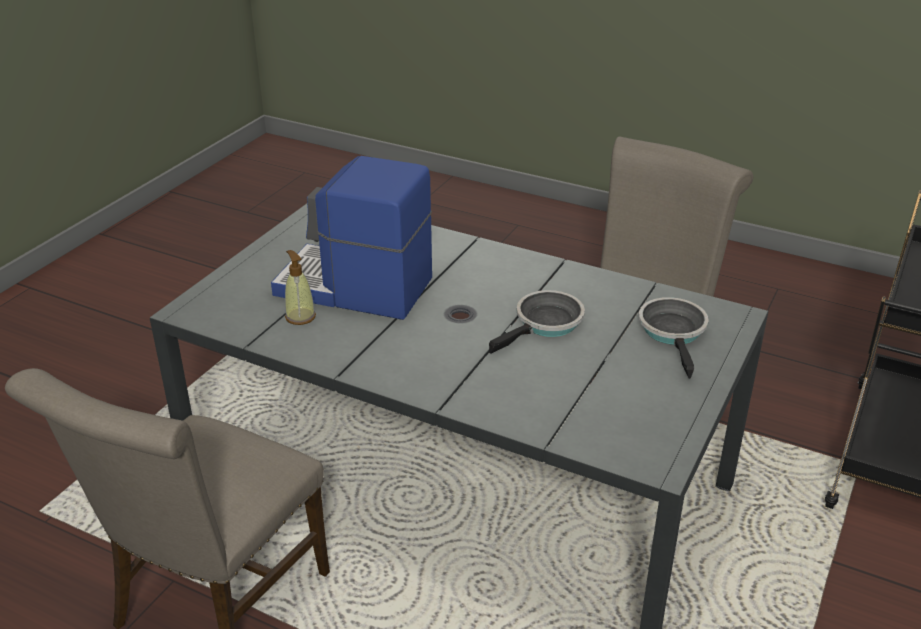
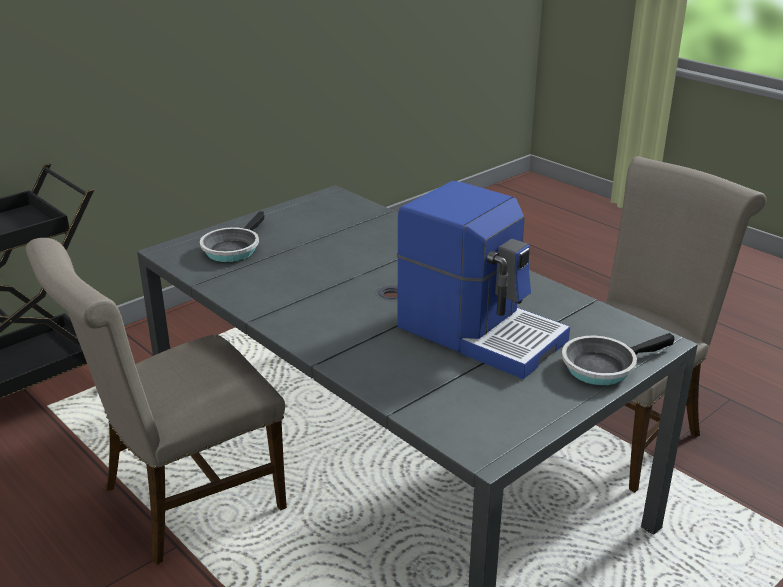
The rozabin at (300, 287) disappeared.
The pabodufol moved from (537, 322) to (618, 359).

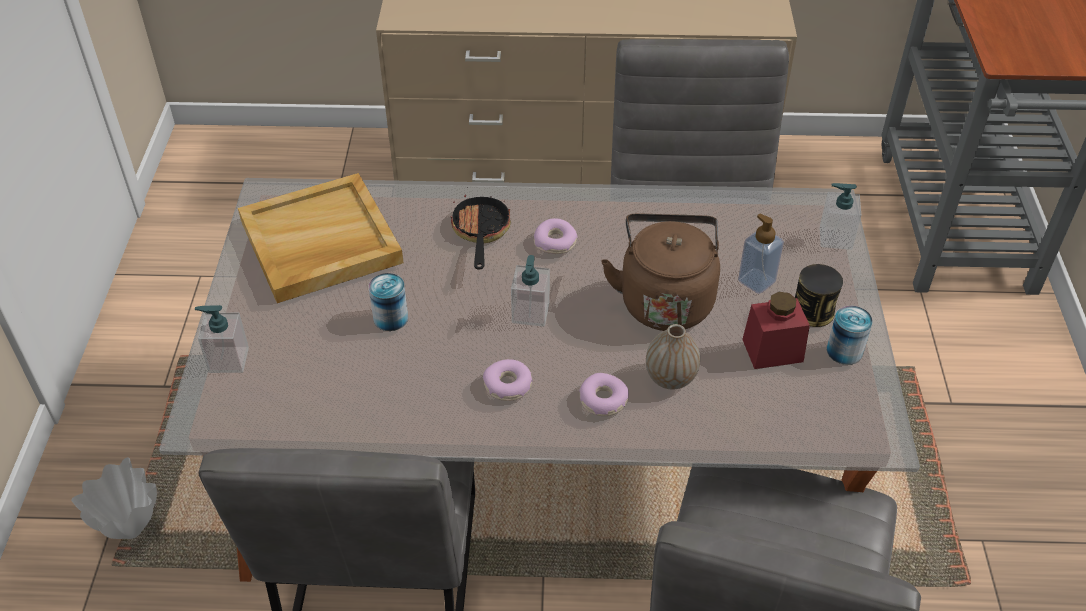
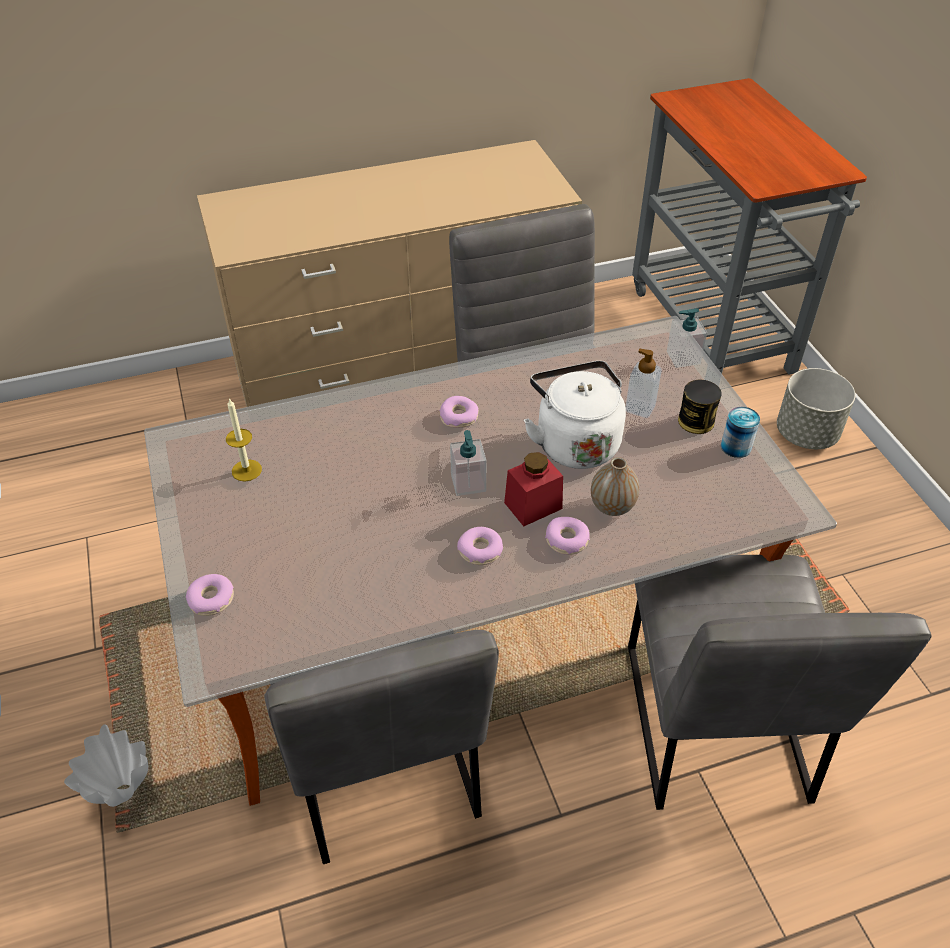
The rozabin at (222, 339) was replaced by the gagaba at (210, 595).
The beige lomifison at (321, 238) was replaced by the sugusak at (244, 440).
The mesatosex at (388, 302) disappeared.
The pabodufol at (480, 232) disappeared.
The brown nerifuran at (660, 272) became the white nerifuran at (575, 415).
The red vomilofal moved from (776, 330) to (533, 489).
The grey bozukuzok at (816, 408) appeared.

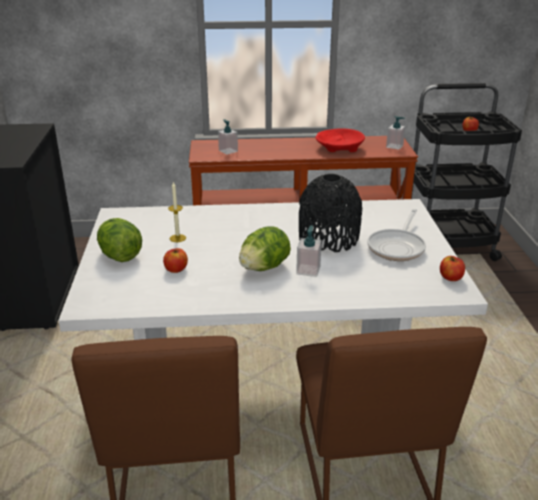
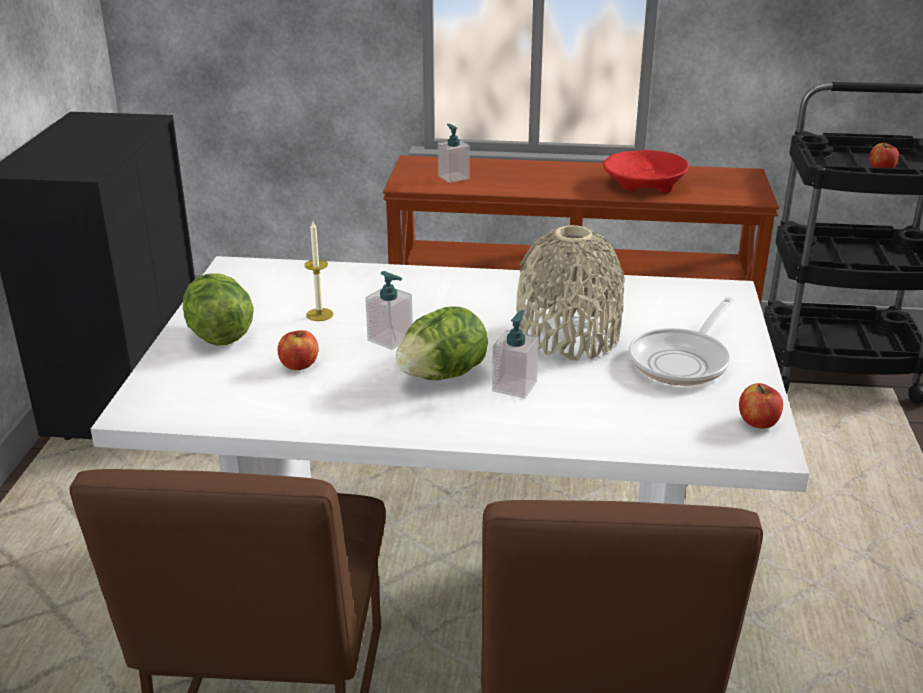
The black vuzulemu at (330, 213) became the beige vuzulemu at (570, 292).
The rozabin moved from (395, 133) to (389, 310).

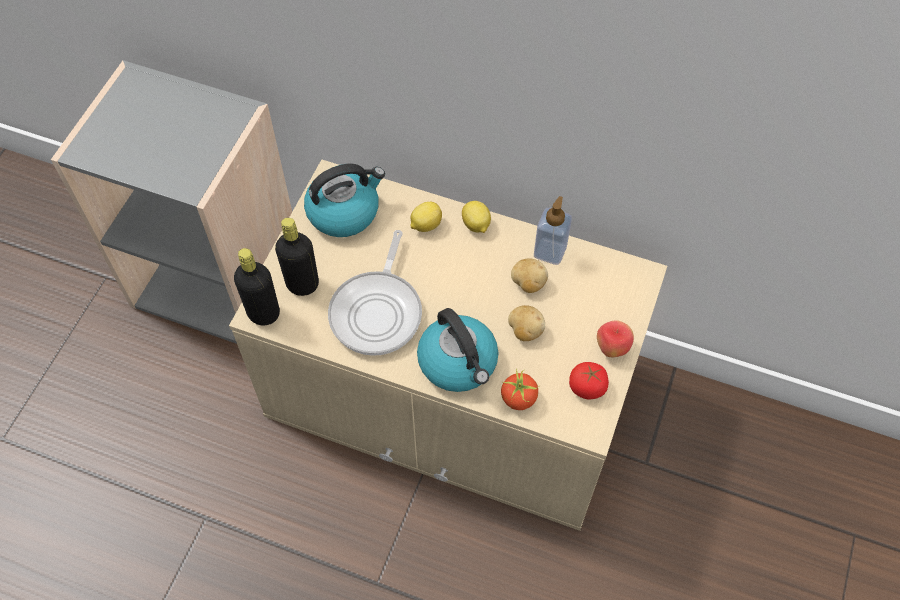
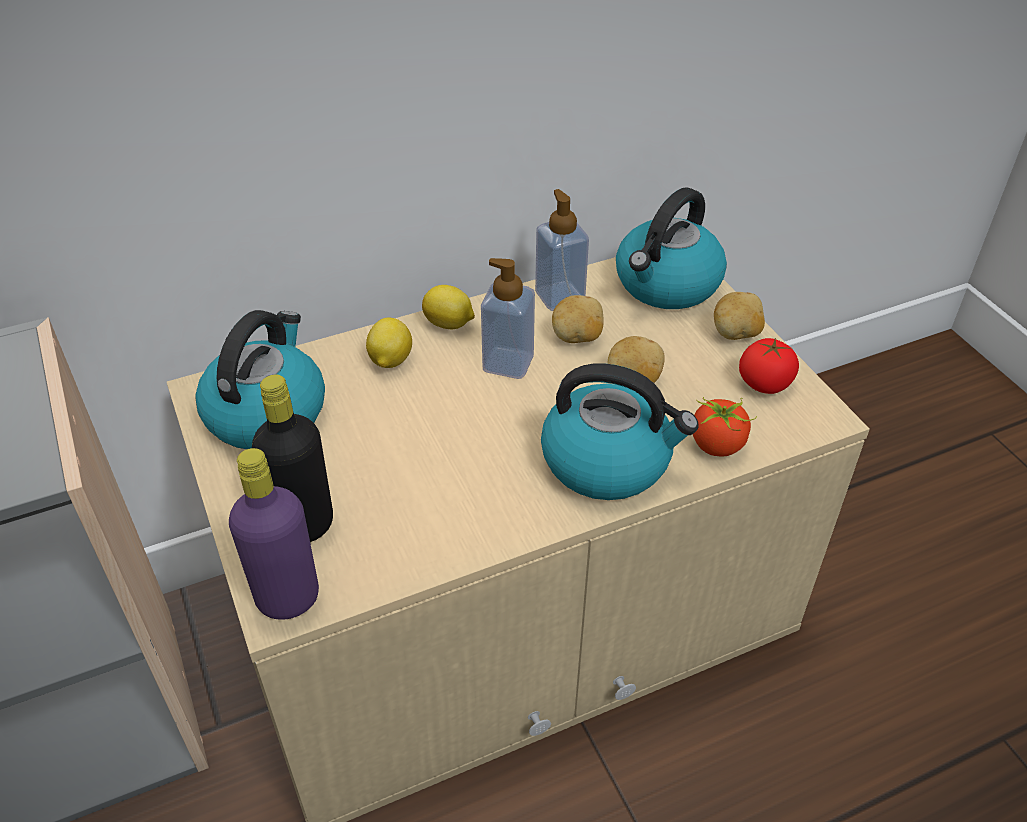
The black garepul at (257, 286) became the purple garepul at (274, 534).
The pabodufol at (375, 293) disappeared.
The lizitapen at (615, 338) was replaced by the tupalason at (739, 316).
The rozabin at (508, 318) appeared.
The nerifuran at (671, 248) appeared.

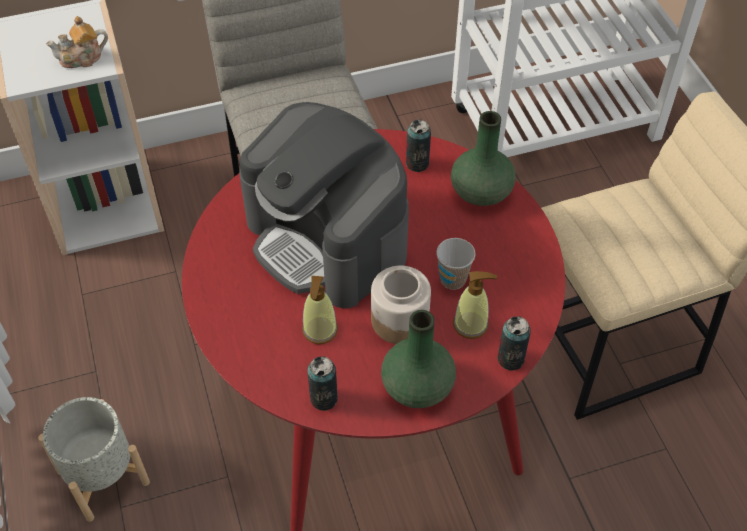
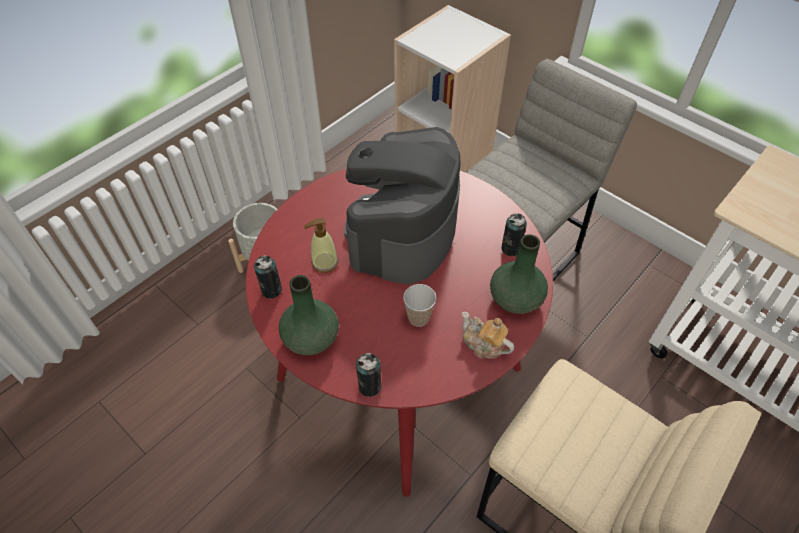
The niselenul moved from (77, 42) to (488, 335).
The vomilofal at (401, 305) disappeared.
The rozabin at (475, 305) disappeared.

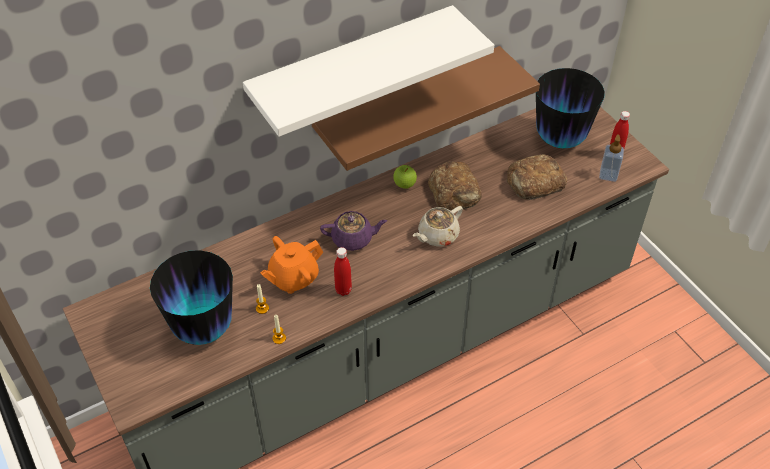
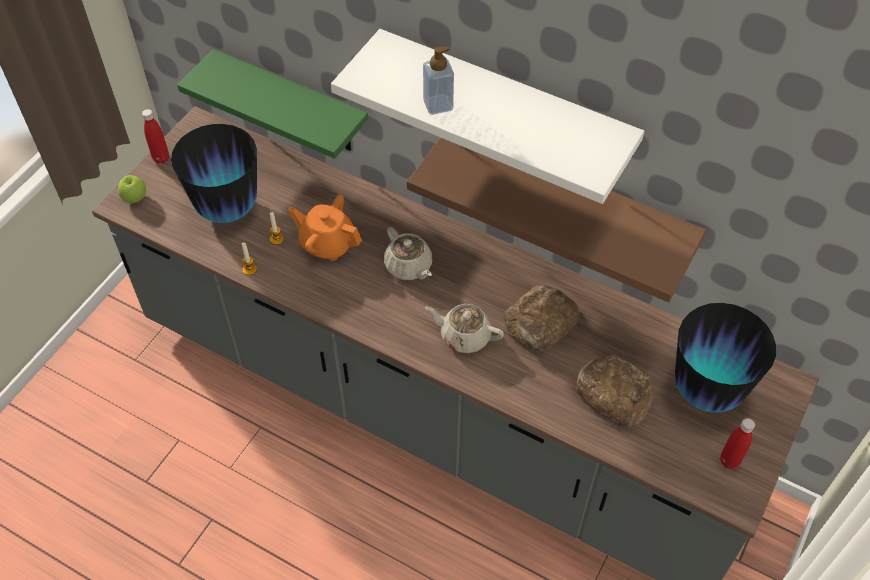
The purple niselenul at (353, 231) became the beige niselenul at (408, 253).
The red garepul moved from (343, 271) to (155, 136).
The lizitapen moved from (405, 177) to (132, 189).
The rozabin moved from (611, 158) to (438, 80).
The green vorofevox at (272, 104) appeared.

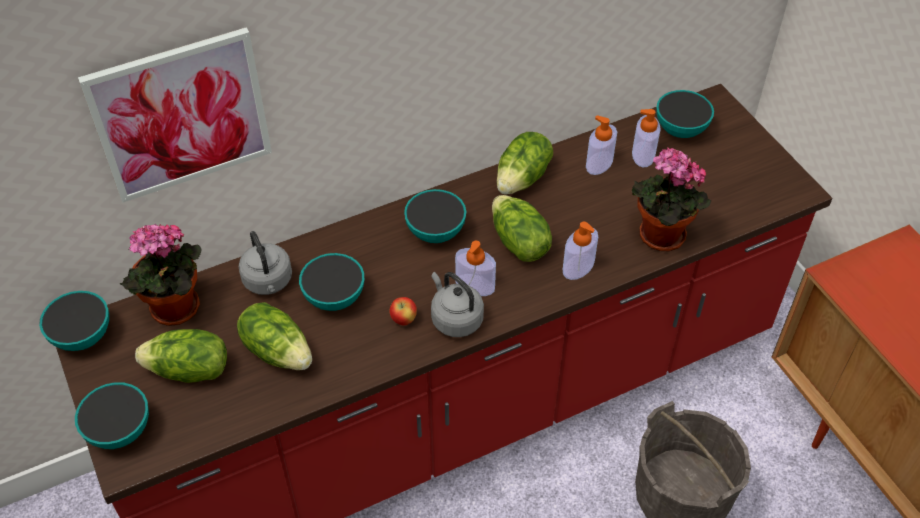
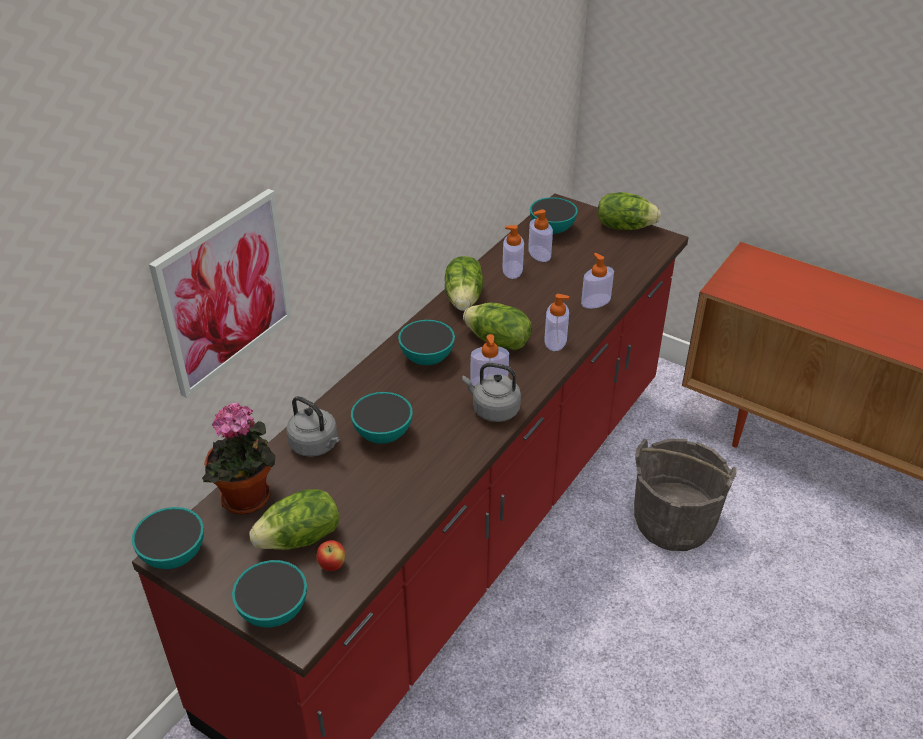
The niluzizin moved from (274, 336) to (629, 211).
The lizitapen moved from (403, 311) to (331, 555).
The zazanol at (672, 199) was replaced by the rozabin at (597, 281).

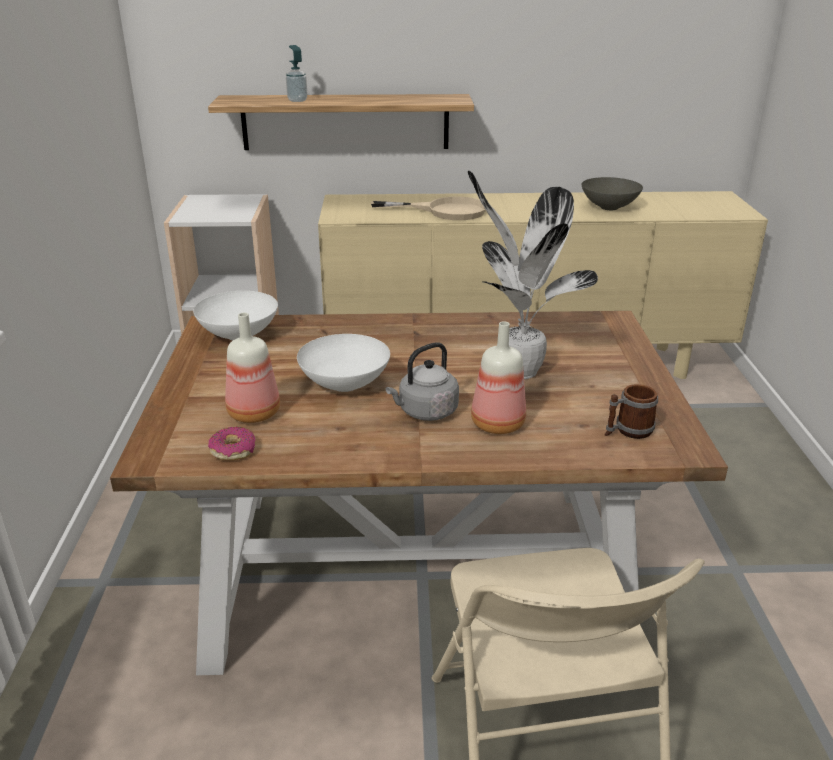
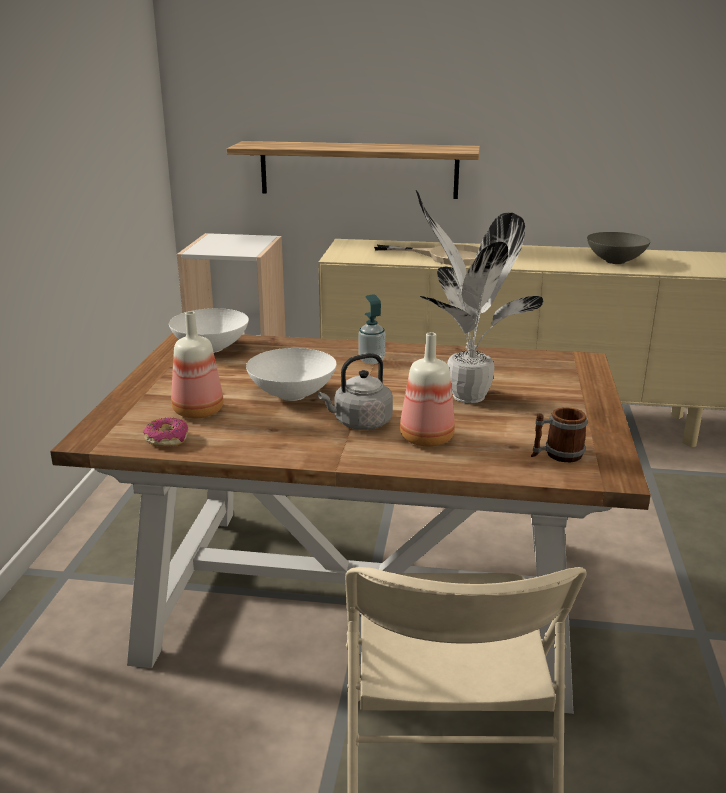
The rozabin moved from (296, 73) to (371, 329).

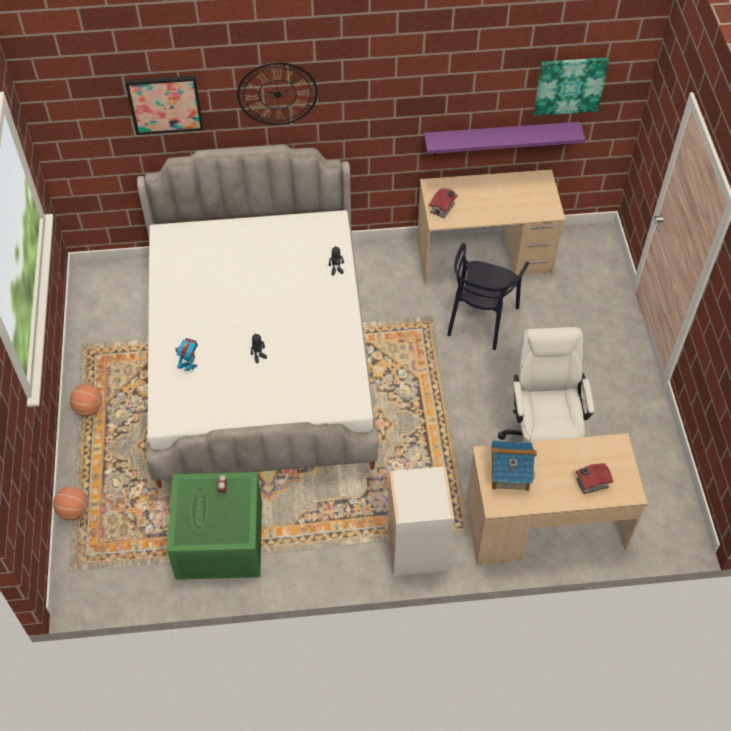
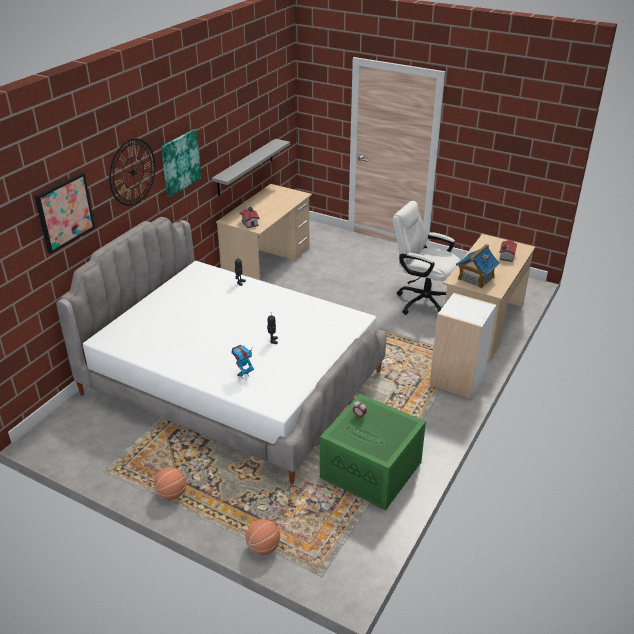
The purple vorofevox at (504, 138) became the grey vorofevox at (251, 167).
The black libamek at (488, 296) disappeared.
The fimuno moved from (571, 86) to (181, 163).

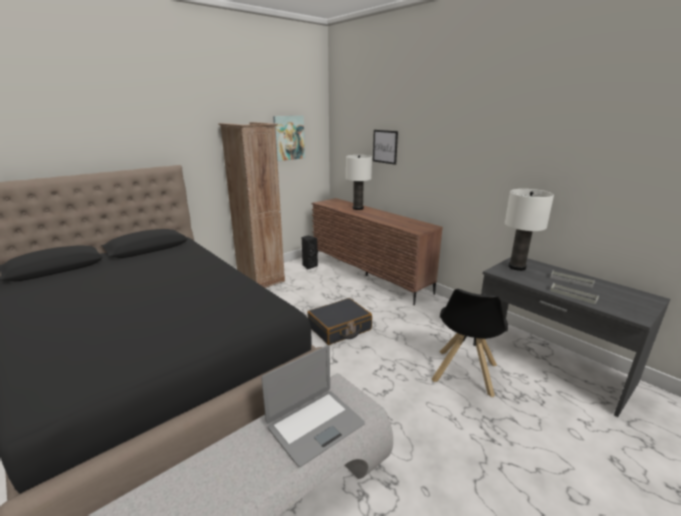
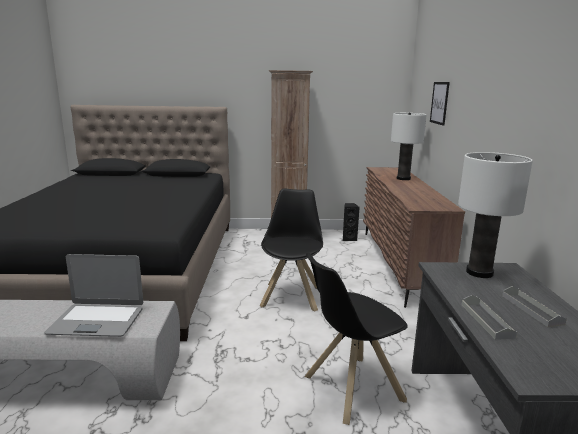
The fimuno at (289, 138) disappeared.
The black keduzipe at (339, 321) was replaced by the black libamek at (291, 250).

